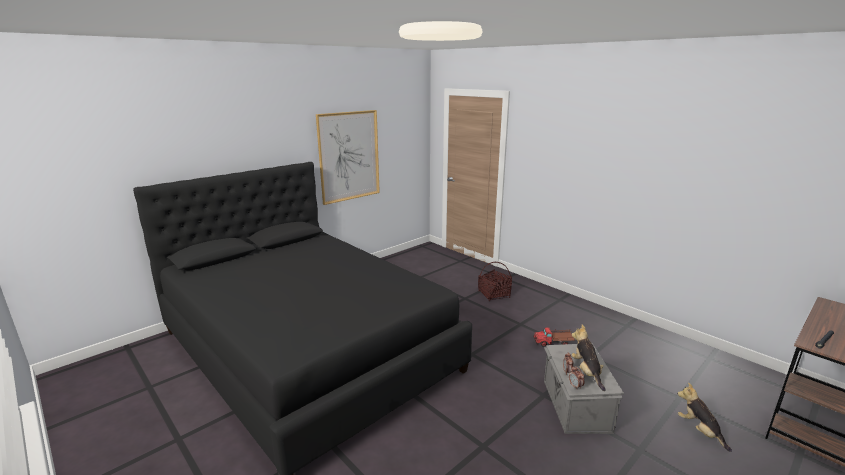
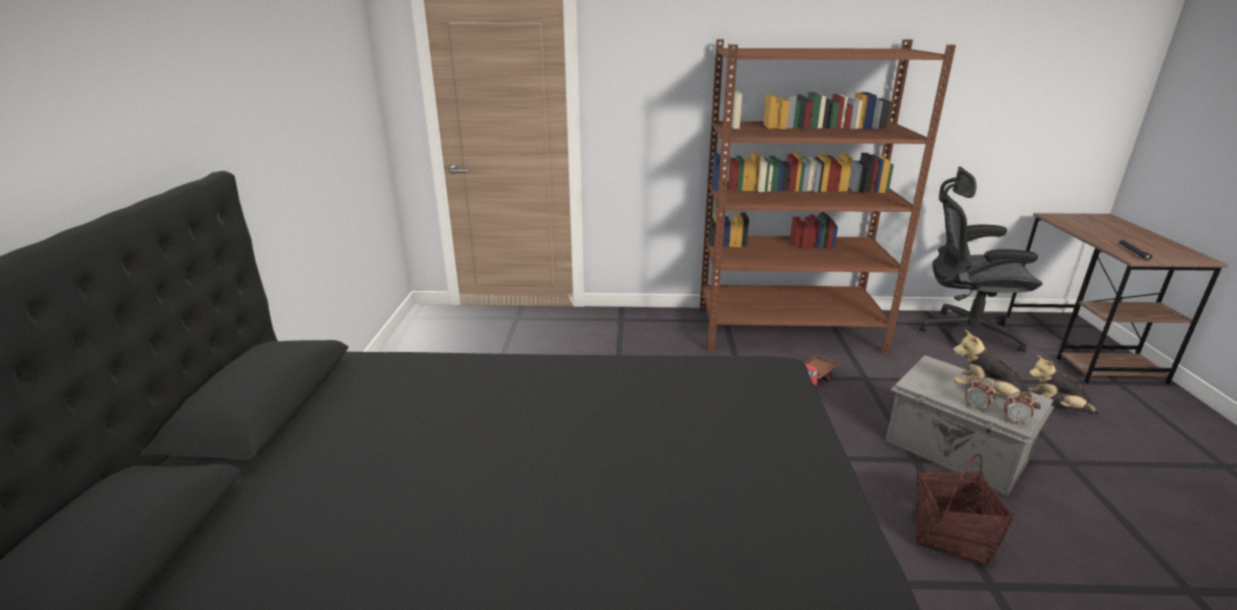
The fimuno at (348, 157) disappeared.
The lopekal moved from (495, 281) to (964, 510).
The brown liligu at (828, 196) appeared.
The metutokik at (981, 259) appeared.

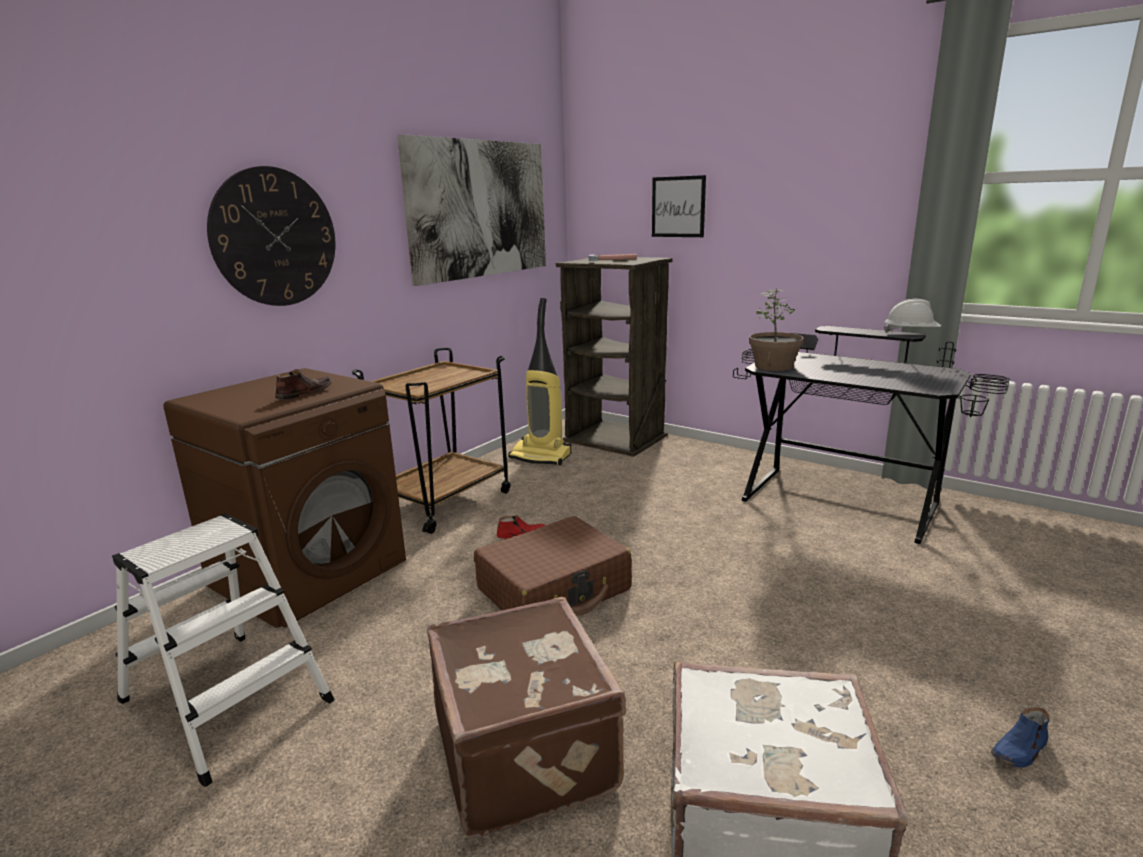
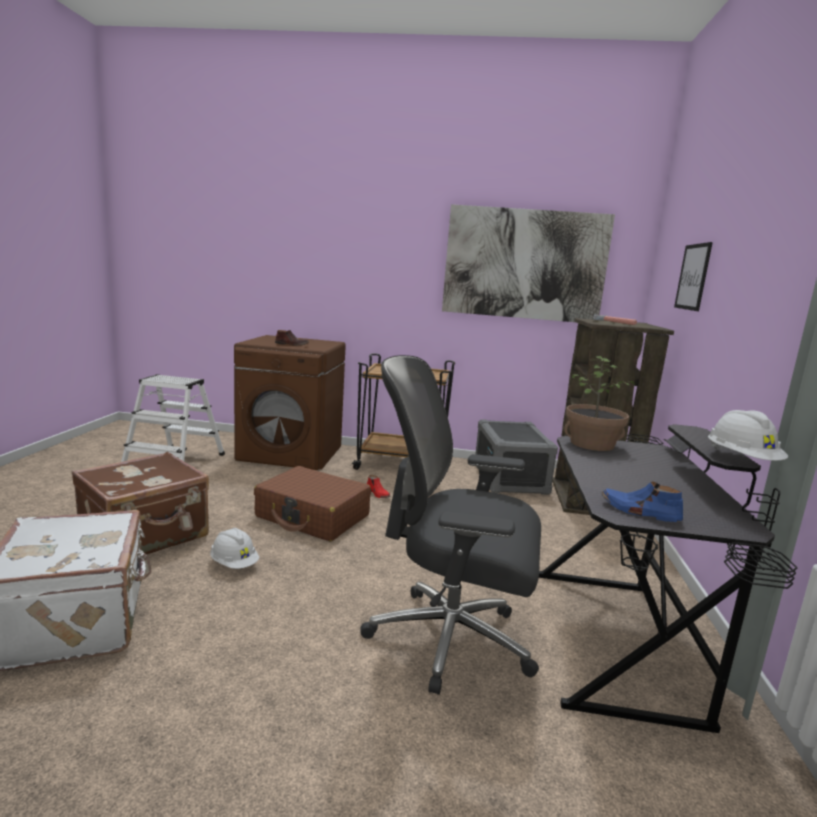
The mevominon at (271, 236) disappeared.
The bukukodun at (539, 381) was replaced by the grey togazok at (516, 457).
The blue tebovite moved from (1020, 737) to (642, 501).
The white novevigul at (234, 548) appeared.
The metutokik at (451, 525) appeared.

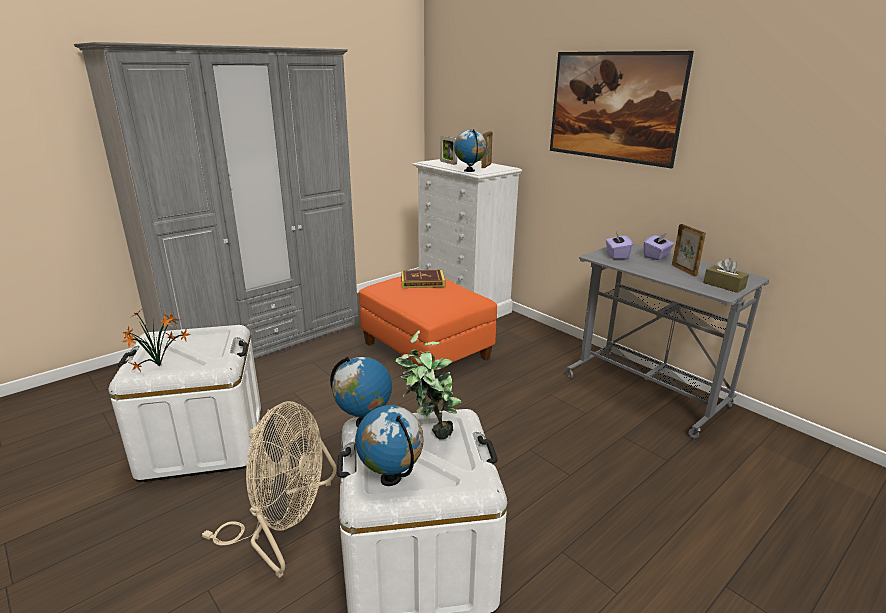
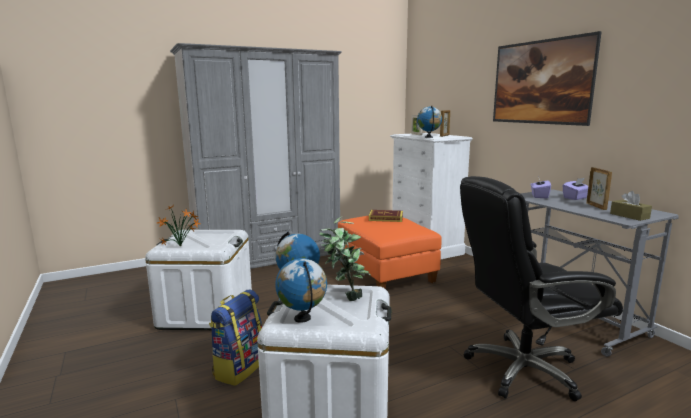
The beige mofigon at (269, 489) was replaced by the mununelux at (236, 337).
The black metutokik at (541, 288) appeared.

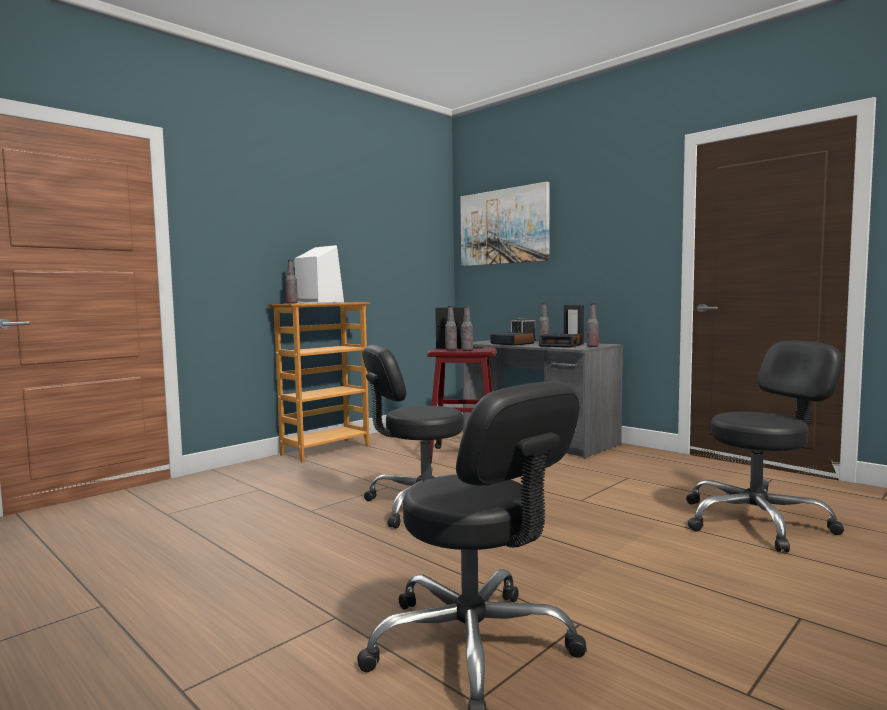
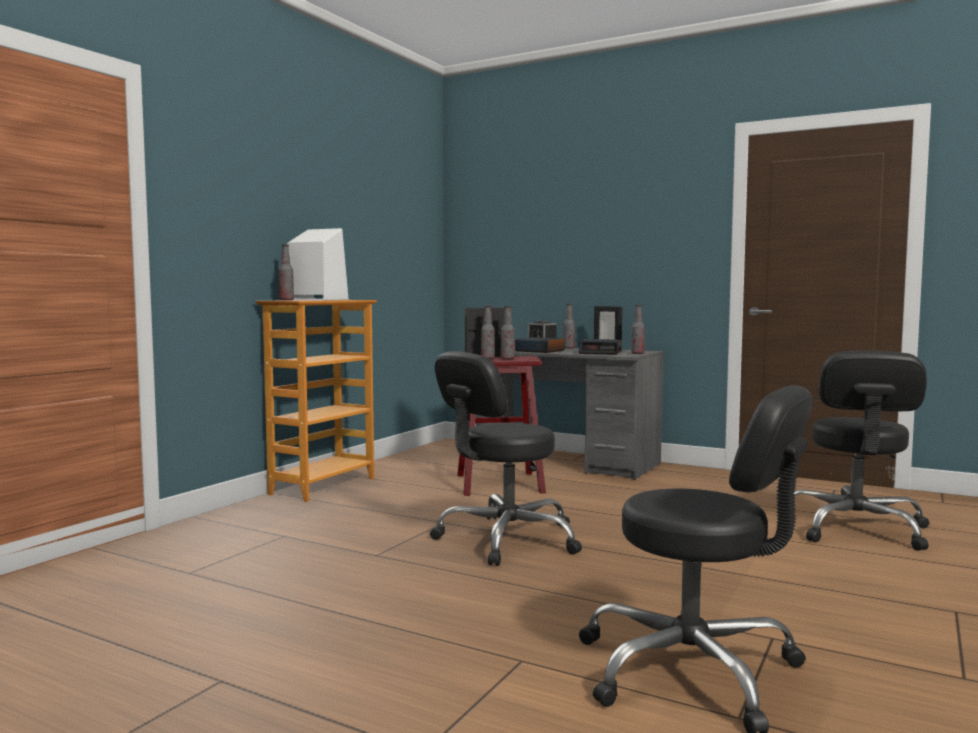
The fimuno at (505, 224) disappeared.
The black metutokik at (765, 446) turned 135 degrees clockwise.

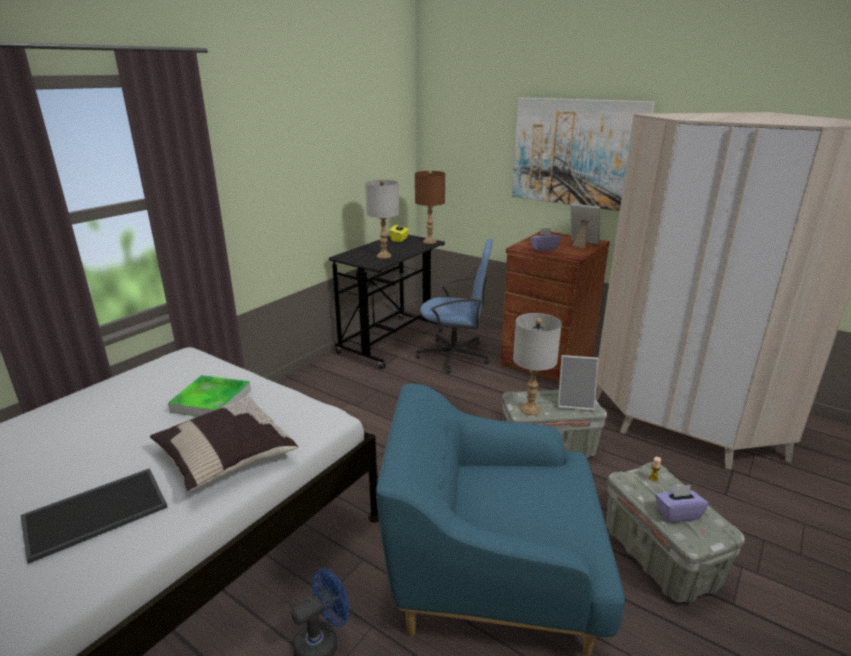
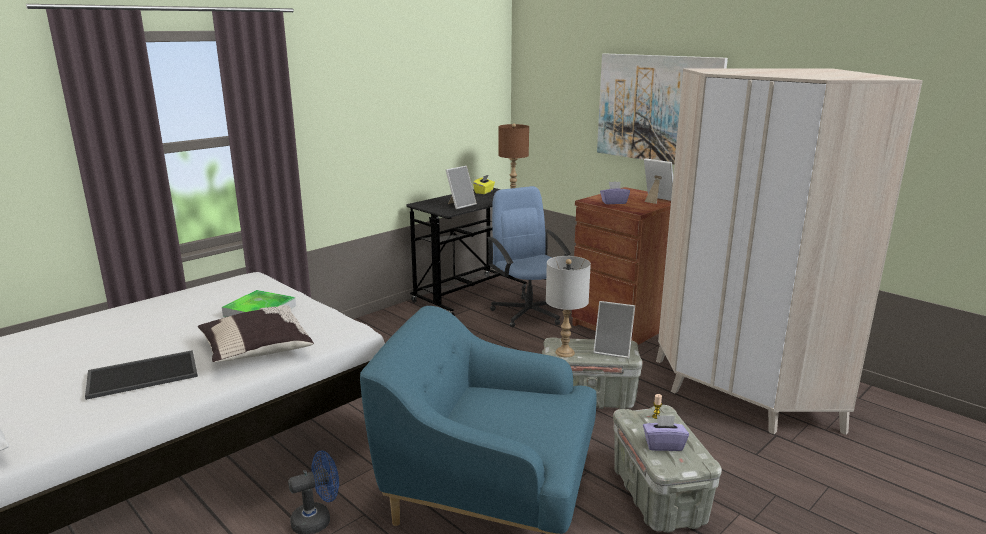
The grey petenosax at (382, 218) was replaced by the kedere at (461, 187).
The blue metutokik at (454, 306) turned 135 degrees counterclockwise.

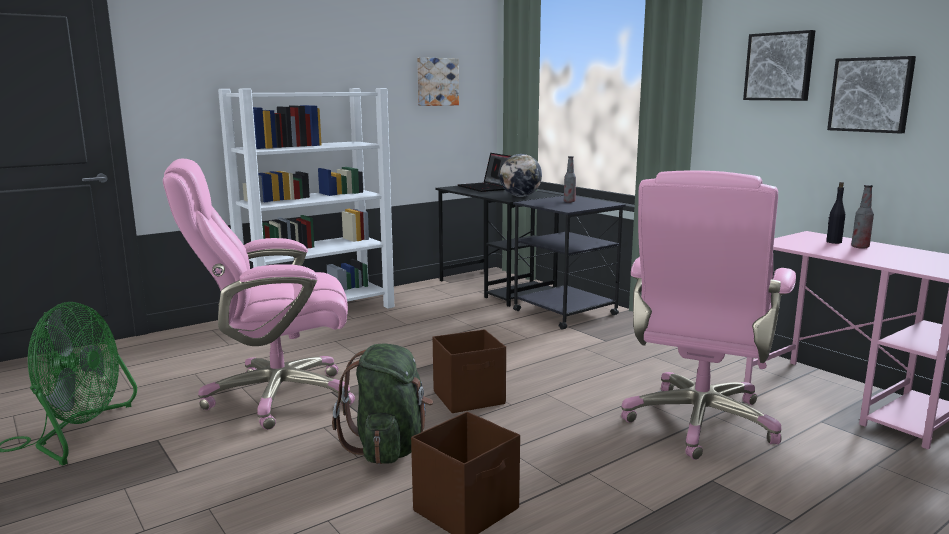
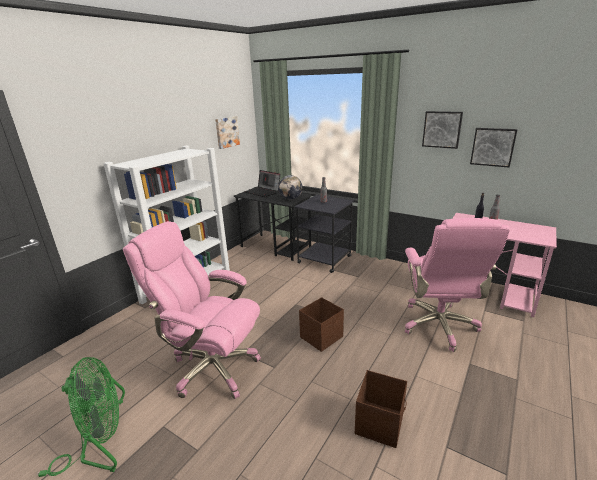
The pink metutokik at (259, 294) turned 60 degrees clockwise.
The green mununelux at (382, 403) disappeared.

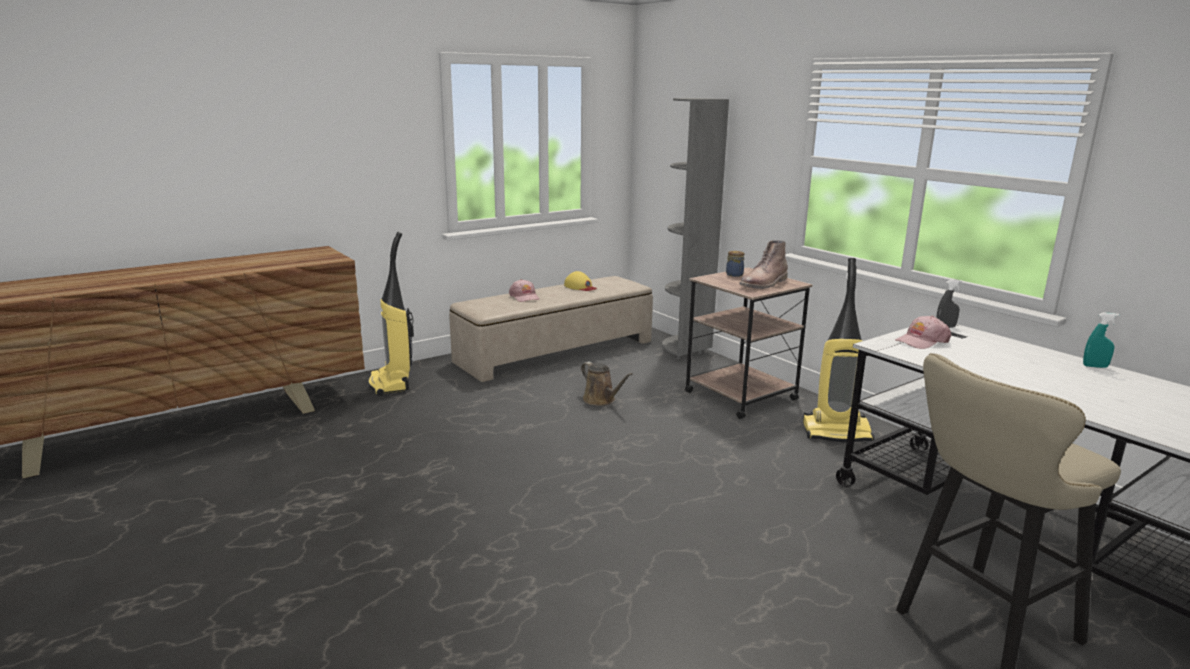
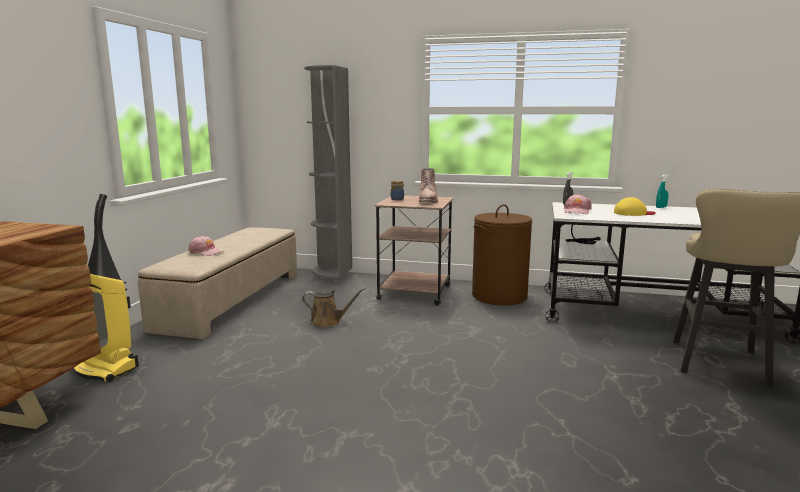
The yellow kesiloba moved from (580, 281) to (635, 206).
The bukukodun at (838, 350) was replaced by the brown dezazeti at (502, 254).

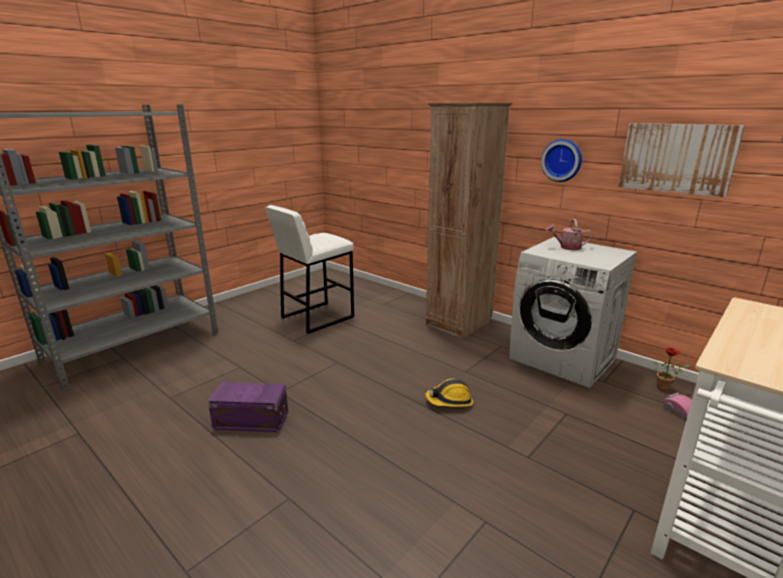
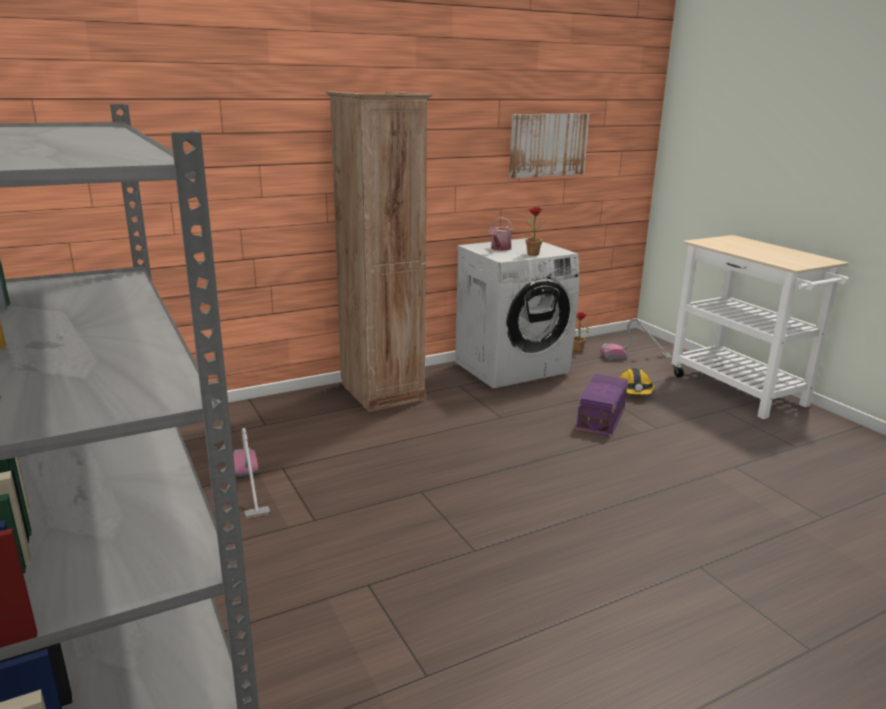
The purple togazok moved from (248, 407) to (602, 405).
The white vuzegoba at (309, 269) was replaced by the bukukodun at (251, 473).
The novevigul moved from (449, 393) to (636, 381).
The mevominon at (561, 160) disappeared.
The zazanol at (535, 231) appeared.

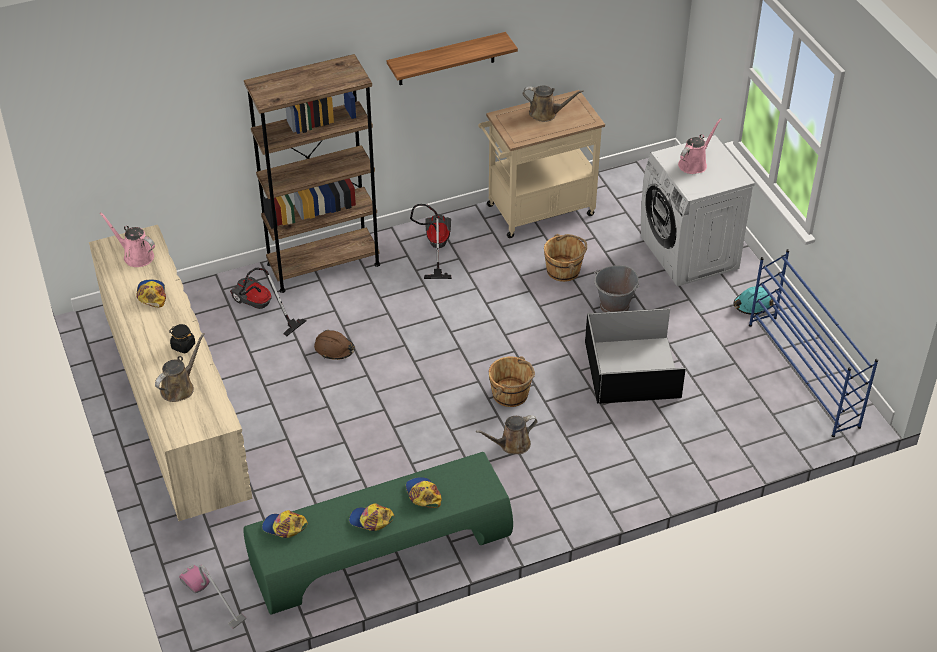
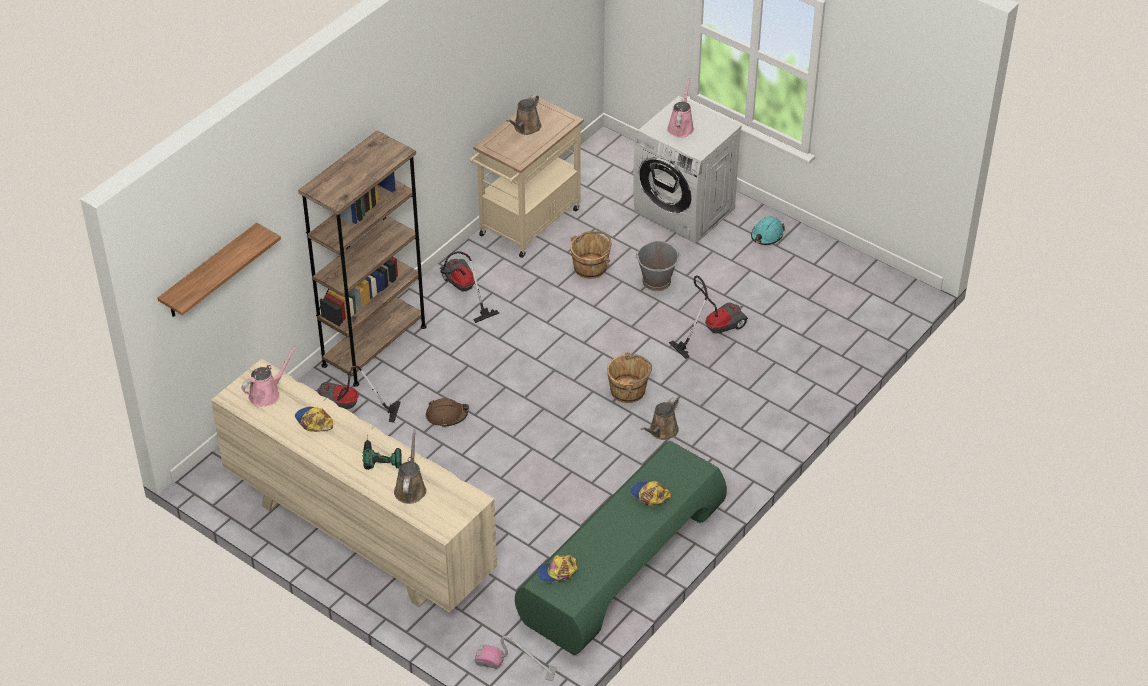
The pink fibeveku at (127, 239) turned 135 degrees clockwise.
The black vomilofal at (182, 338) was replaced by the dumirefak at (382, 452).
The kesiloba at (371, 517) disappeared.
The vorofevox moved from (452, 58) to (219, 270).
The brown fibeveku at (553, 103) turned 135 degrees clockwise.
The black togazok at (635, 356) was replaced by the bukukodun at (708, 317).
The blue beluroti at (813, 343) disappeared.

